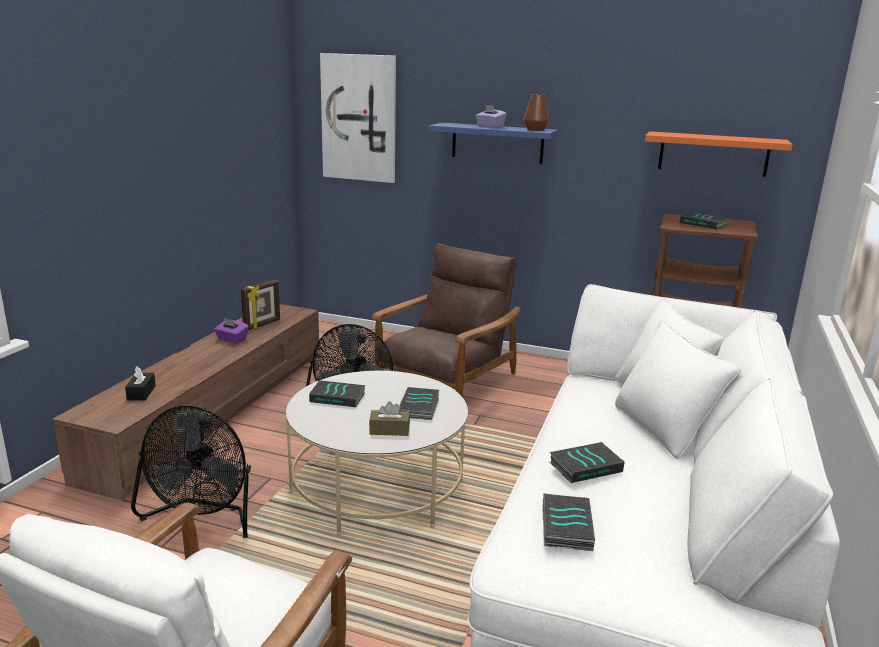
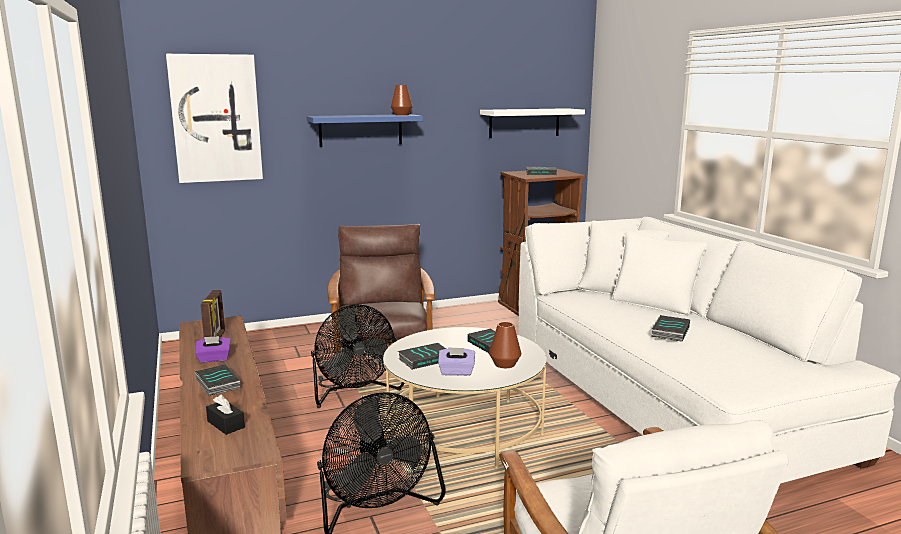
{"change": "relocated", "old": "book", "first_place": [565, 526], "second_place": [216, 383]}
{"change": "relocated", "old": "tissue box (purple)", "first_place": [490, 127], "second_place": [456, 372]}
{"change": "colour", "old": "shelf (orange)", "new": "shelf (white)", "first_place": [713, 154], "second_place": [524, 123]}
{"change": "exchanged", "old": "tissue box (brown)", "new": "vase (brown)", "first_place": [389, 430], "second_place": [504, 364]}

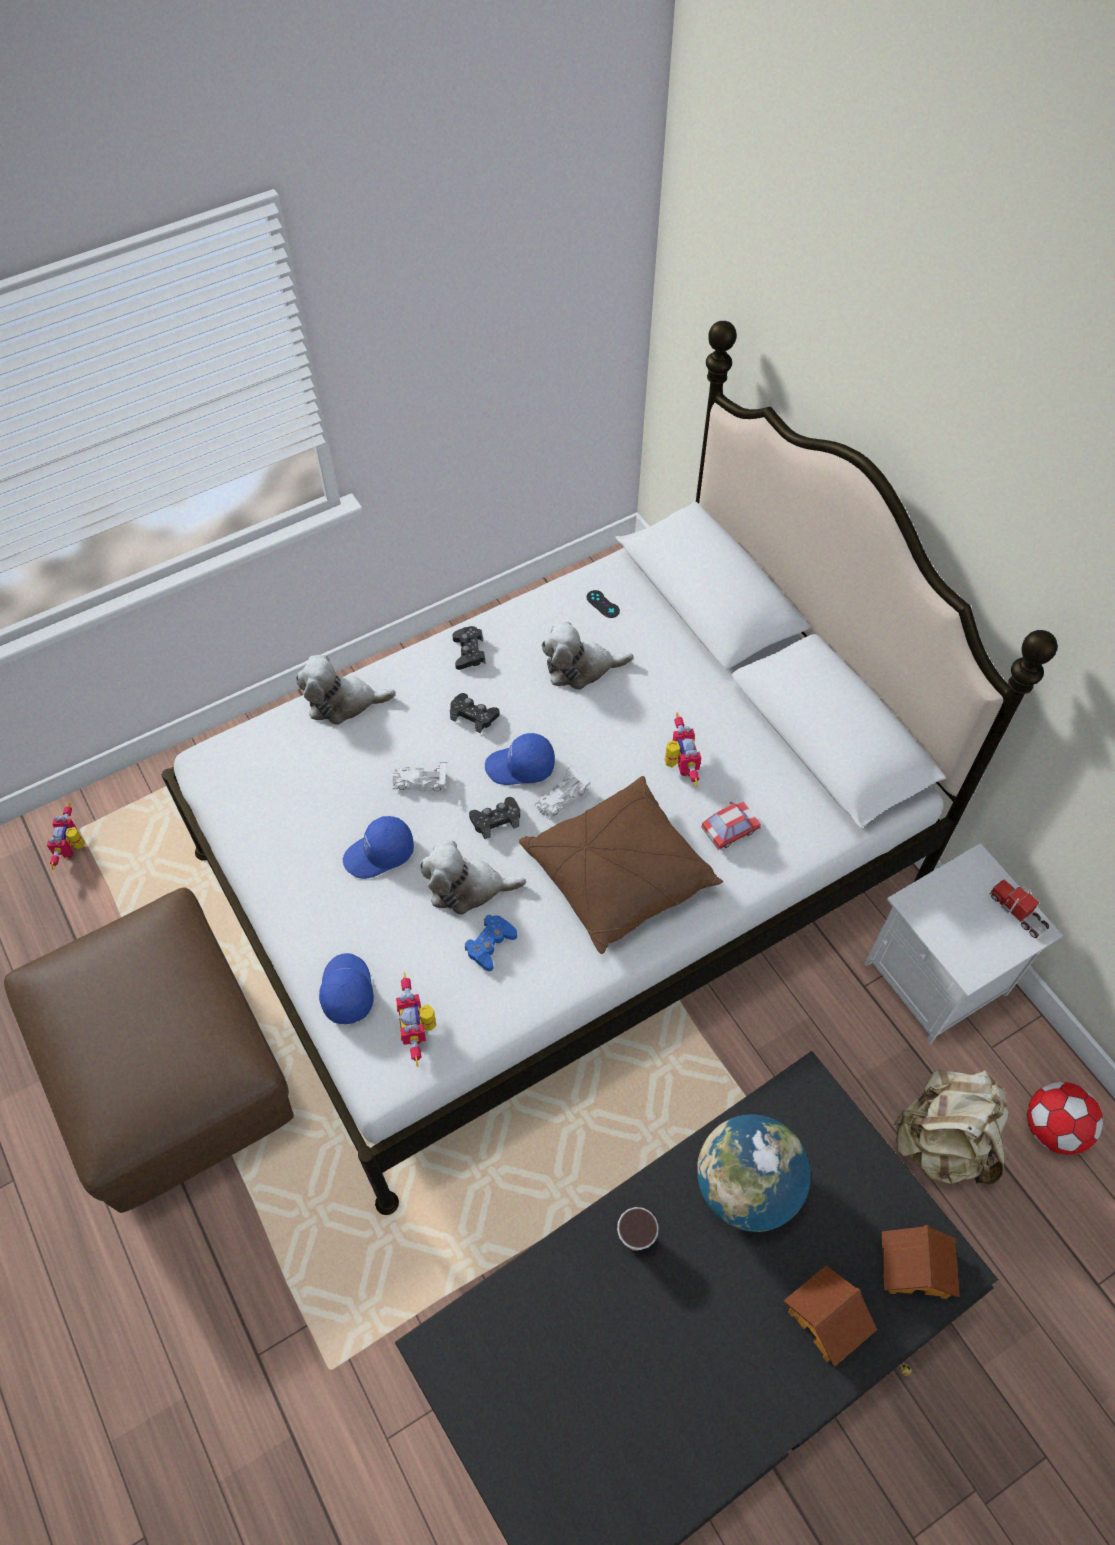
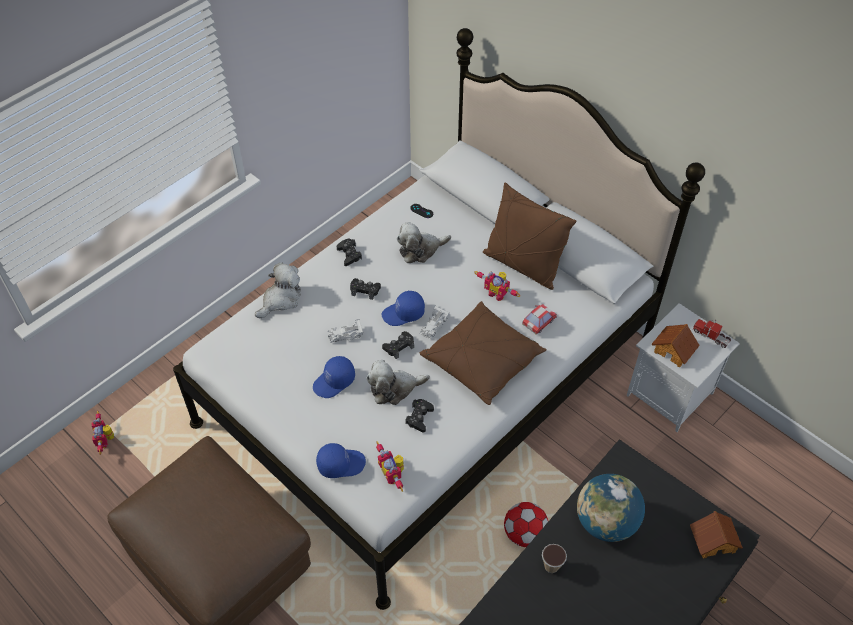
{"change": "spun", "old": "plush toy", "first_place": [343, 702], "second_place": [281, 299], "degrees": 150}
{"change": "spun", "old": "cap (blue)", "first_place": [346, 991], "second_place": [341, 463], "degrees": 105}
{"change": "colour", "old": "game controller (blue)", "new": "game controller (black)", "first_place": [490, 945], "second_place": [419, 417]}
{"change": "spun", "old": "toy robot", "first_place": [679, 766], "second_place": [497, 293], "degrees": 150}
{"change": "appeared", "new": "pillow (brown)", "second_place": [522, 265]}
{"change": "relocated", "old": "football", "first_place": [1053, 1128], "second_place": [524, 534]}
{"change": "relocated", "old": "toy house", "first_place": [828, 1318], "second_place": [674, 350]}
{"change": "missing", "old": "backpack (beige)", "first_place": [942, 1141]}

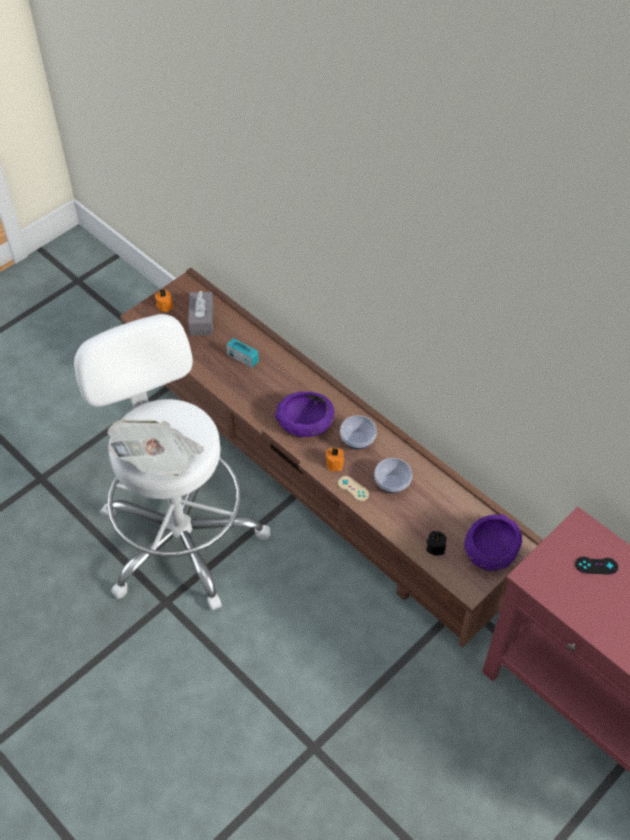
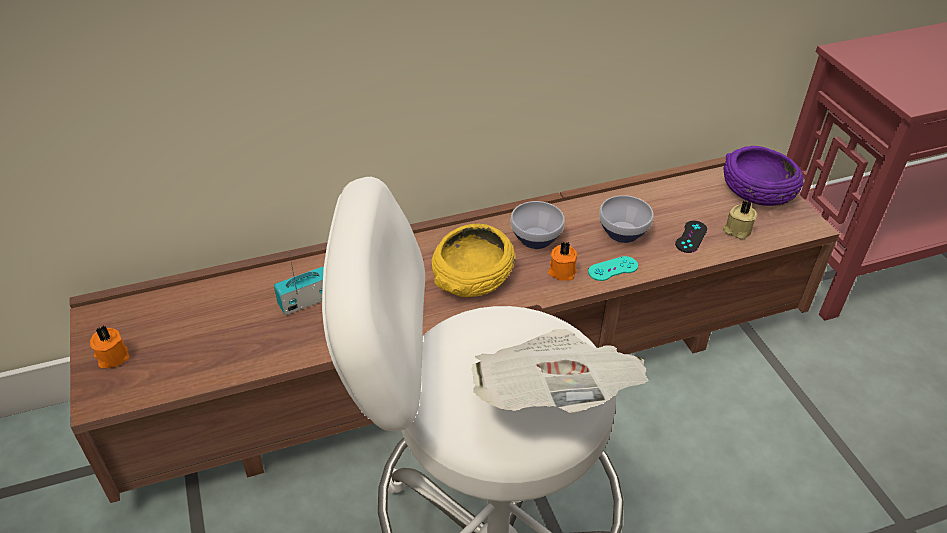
{"change": "colour", "old": "bowl (purple)", "new": "bowl (yellow)", "first_place": [305, 423], "second_place": [473, 276]}
{"change": "colour", "old": "game controller (beige)", "new": "game controller (turquoise)", "first_place": [353, 488], "second_place": [613, 269]}
{"change": "relocated", "old": "game controller (black)", "first_place": [596, 565], "second_place": [691, 237]}
{"change": "colour", "old": "candle (black)", "new": "candle (beige)", "first_place": [435, 547], "second_place": [737, 230]}
{"change": "missing", "old": "tissue box (grey)", "first_place": [201, 320]}

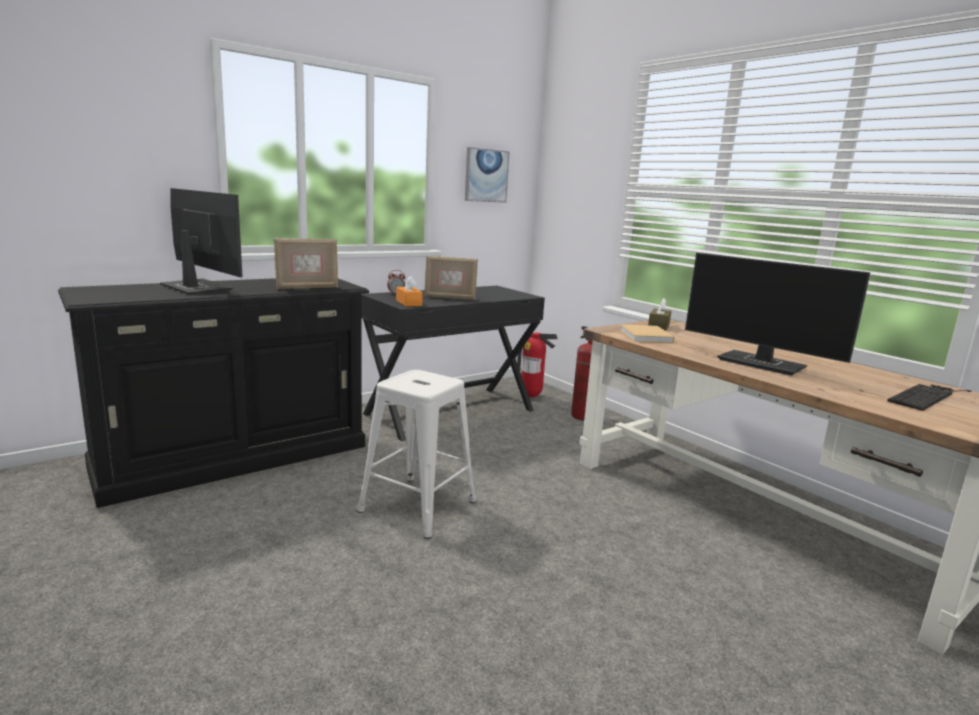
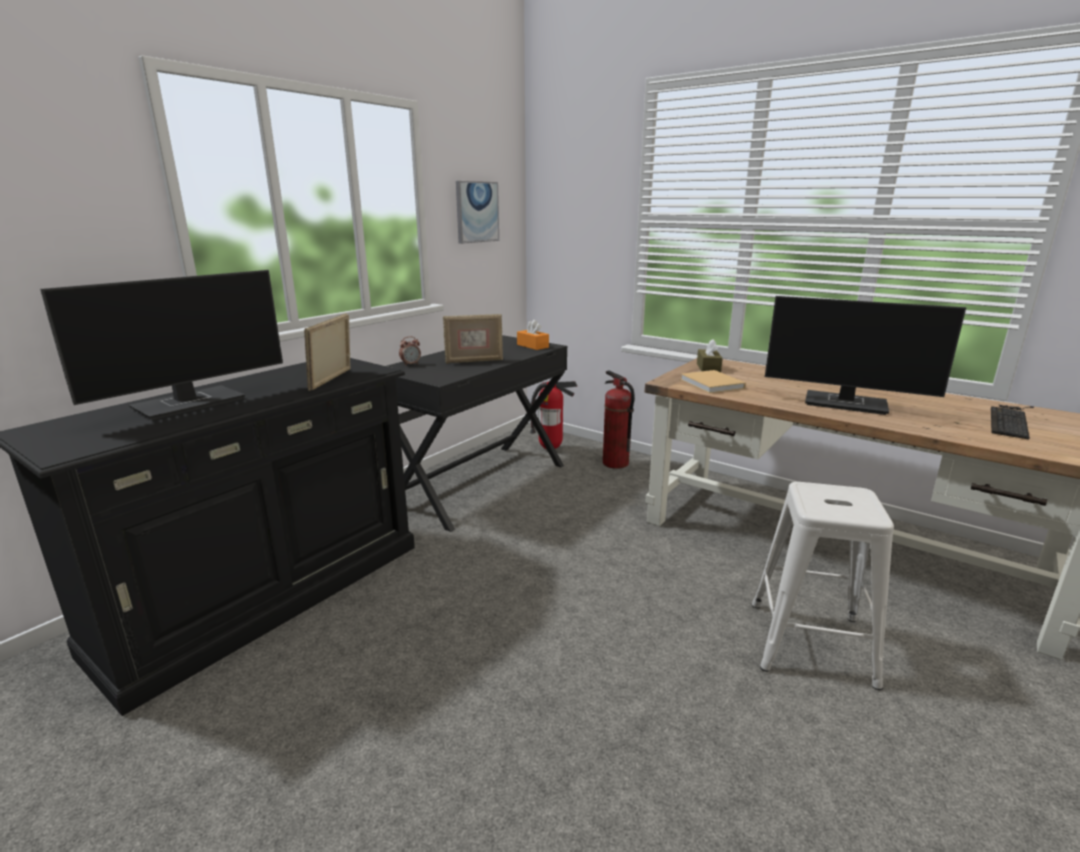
{"change": "spun", "old": "monitor", "first_place": [195, 288], "second_place": [191, 403], "degrees": 105}
{"change": "spun", "old": "picture frame", "first_place": [307, 288], "second_place": [332, 380], "degrees": 150}
{"change": "relocated", "old": "tissue box (orange)", "first_place": [409, 303], "second_place": [532, 346]}
{"change": "relocated", "old": "stool (white)", "first_place": [417, 506], "second_place": [810, 643]}

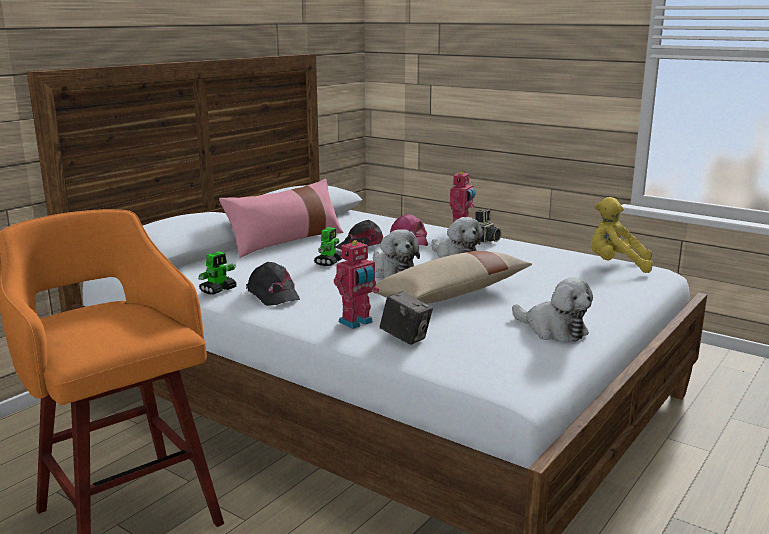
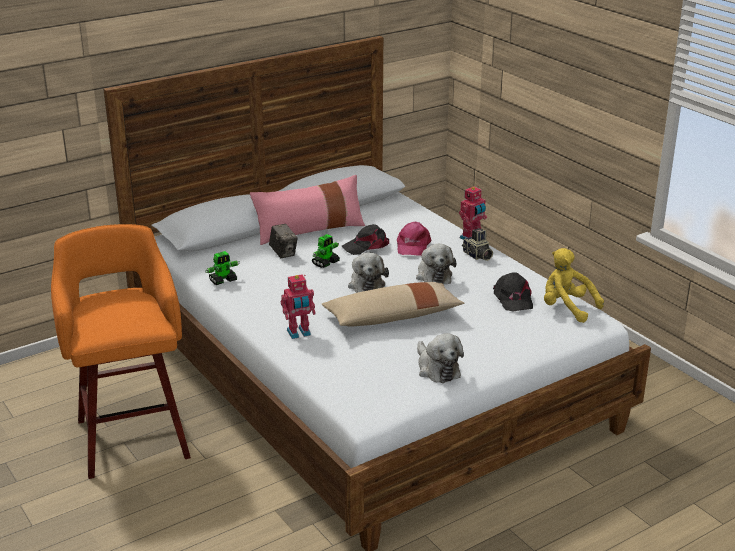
{"change": "relocated", "old": "photo camera", "first_place": [405, 338], "second_place": [283, 253]}
{"change": "relocated", "old": "cap (black)", "first_place": [273, 294], "second_place": [513, 298]}

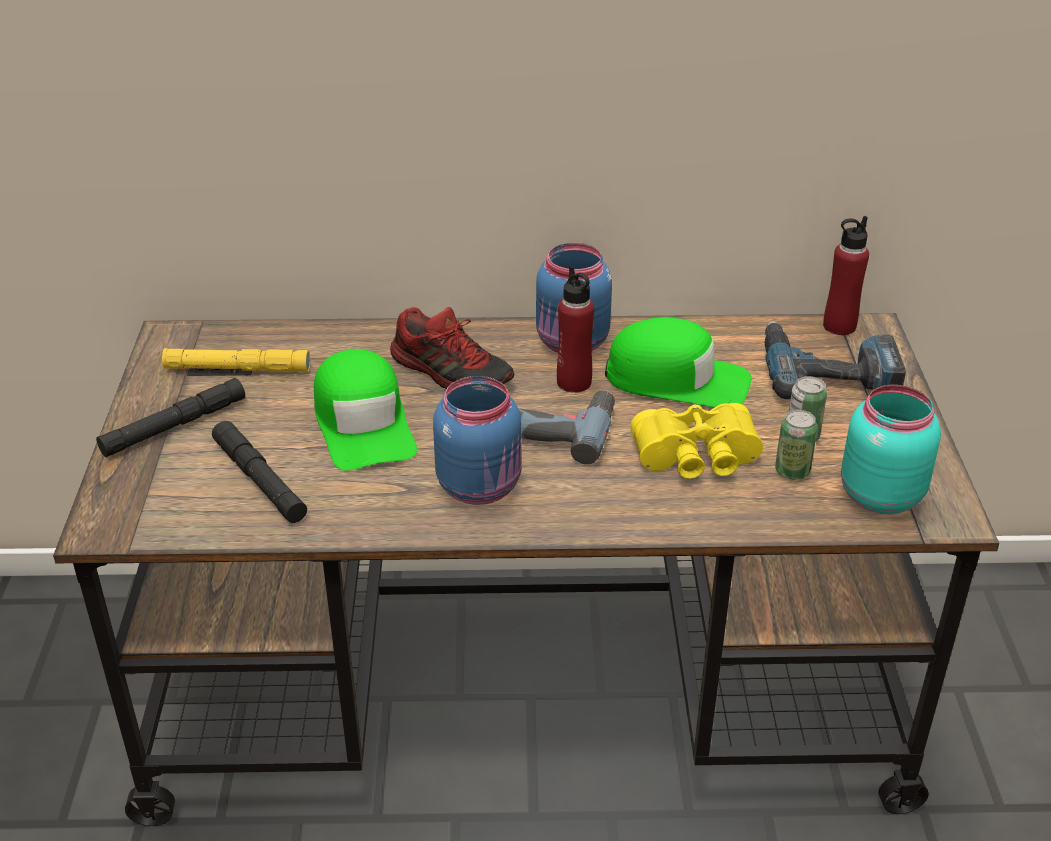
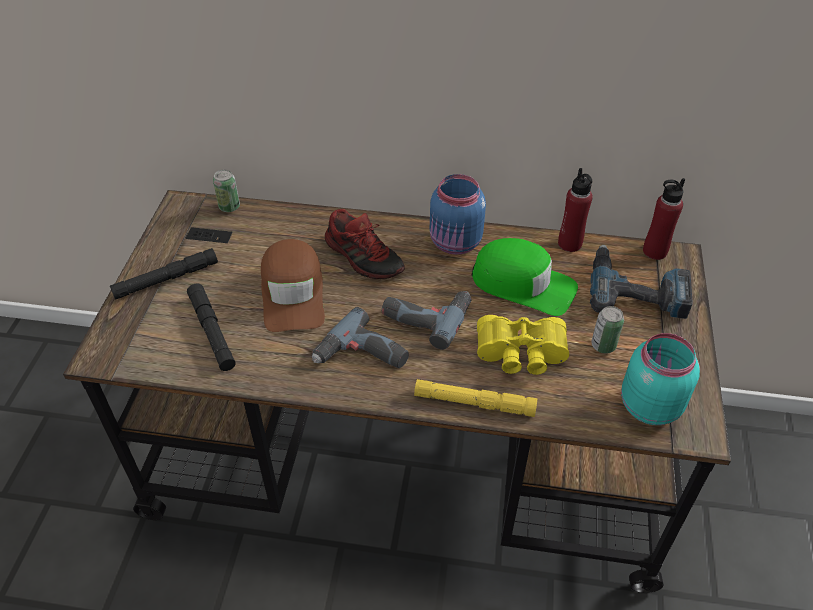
{"change": "relocated", "old": "can", "first_place": [792, 471], "second_place": [229, 207]}
{"change": "colour", "old": "cap (green)", "new": "cap (brown)", "first_place": [363, 423], "second_place": [293, 293]}
{"change": "exchanged", "old": "jar (blue)", "new": "power drill", "first_place": [481, 486], "second_place": [361, 357]}
{"change": "relocated", "old": "flashlight (yellow)", "first_place": [237, 369], "second_place": [474, 403]}
{"change": "relocated", "old": "bottle (red)", "first_place": [574, 382], "second_place": [570, 244]}

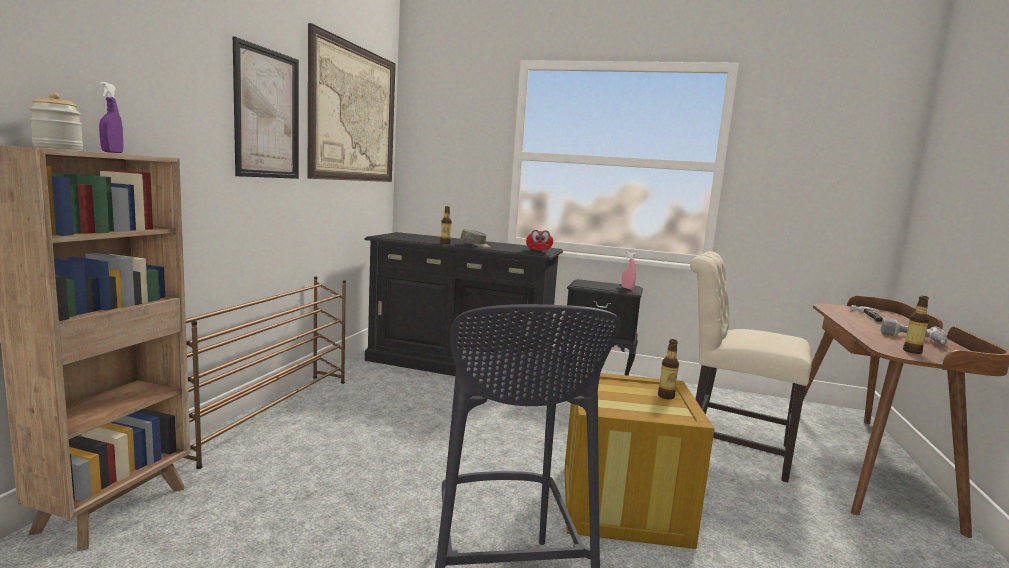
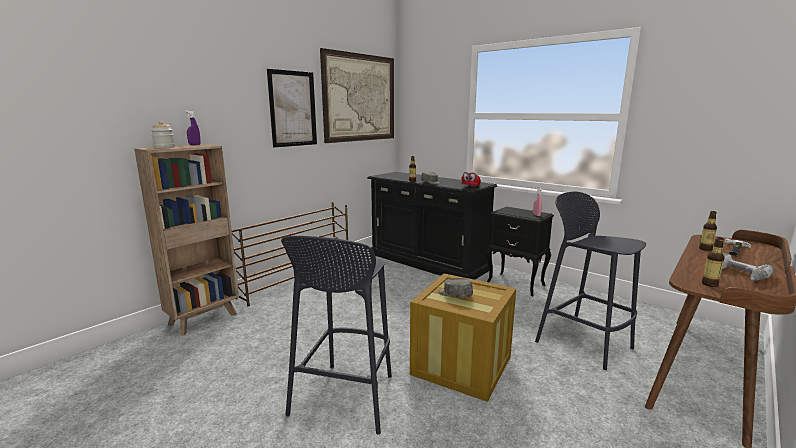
{"change": "appeared", "new": "cap (grey)", "second_place": [455, 294]}
{"change": "exchanged", "old": "chair (beige)", "new": "stool (grey)", "first_place": [729, 447], "second_place": [583, 342]}
{"change": "relocated", "old": "bottle", "first_place": [666, 396], "second_place": [705, 249]}

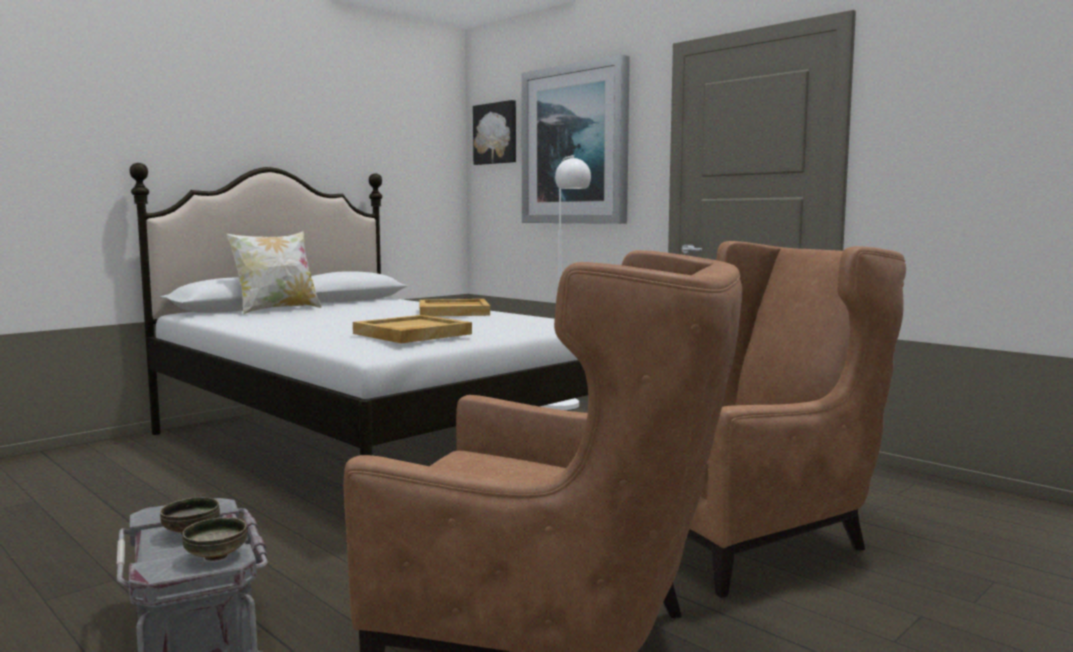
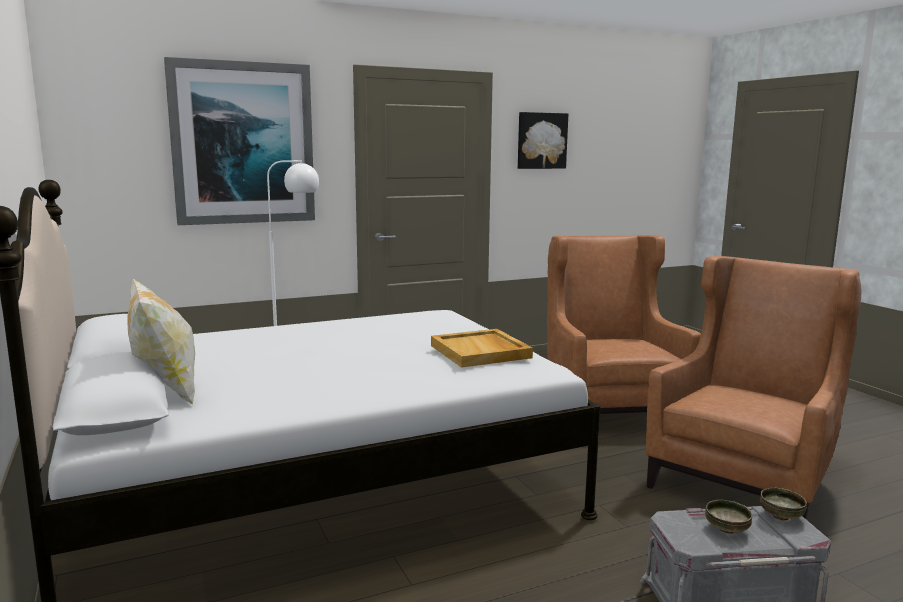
{"change": "relocated", "old": "picture", "first_place": [496, 133], "second_place": [541, 140]}
{"change": "missing", "old": "tray (beige)", "first_place": [454, 311]}

